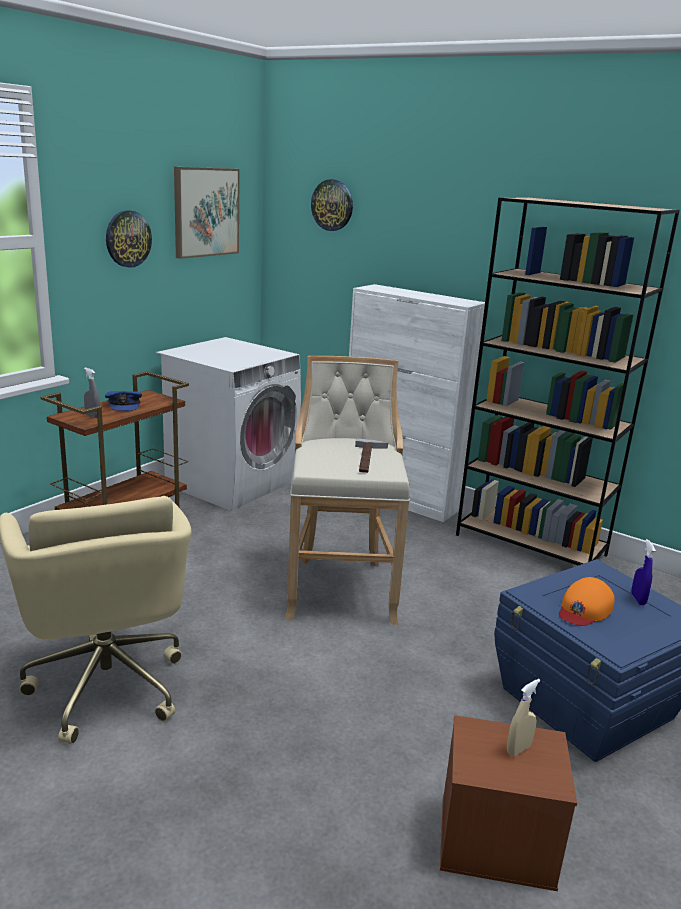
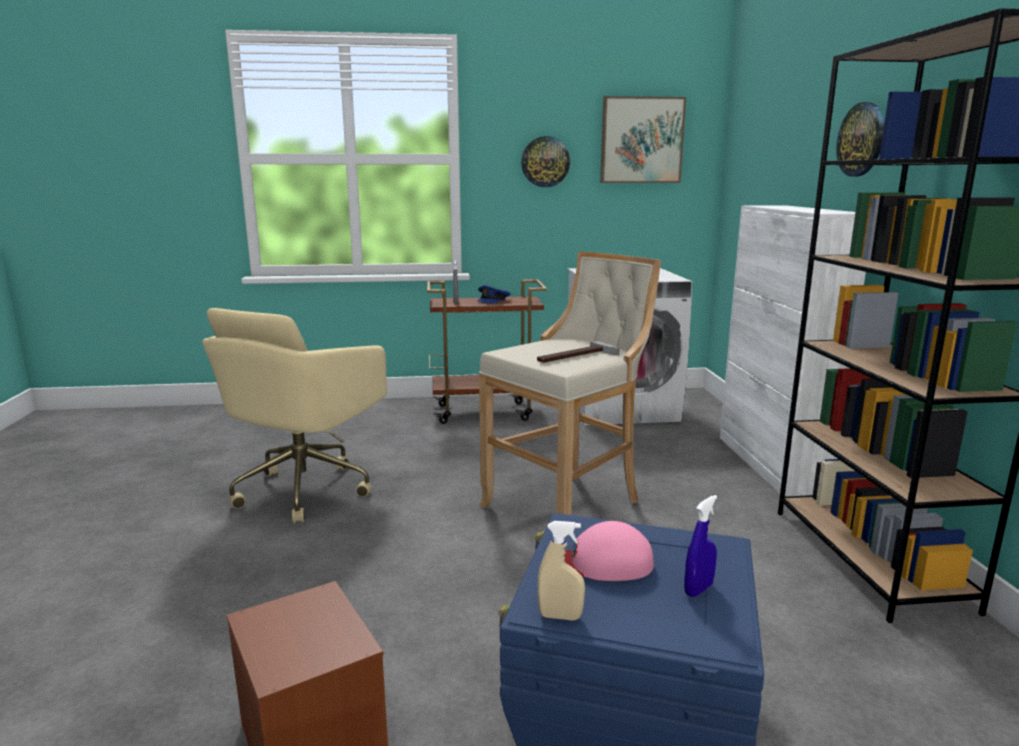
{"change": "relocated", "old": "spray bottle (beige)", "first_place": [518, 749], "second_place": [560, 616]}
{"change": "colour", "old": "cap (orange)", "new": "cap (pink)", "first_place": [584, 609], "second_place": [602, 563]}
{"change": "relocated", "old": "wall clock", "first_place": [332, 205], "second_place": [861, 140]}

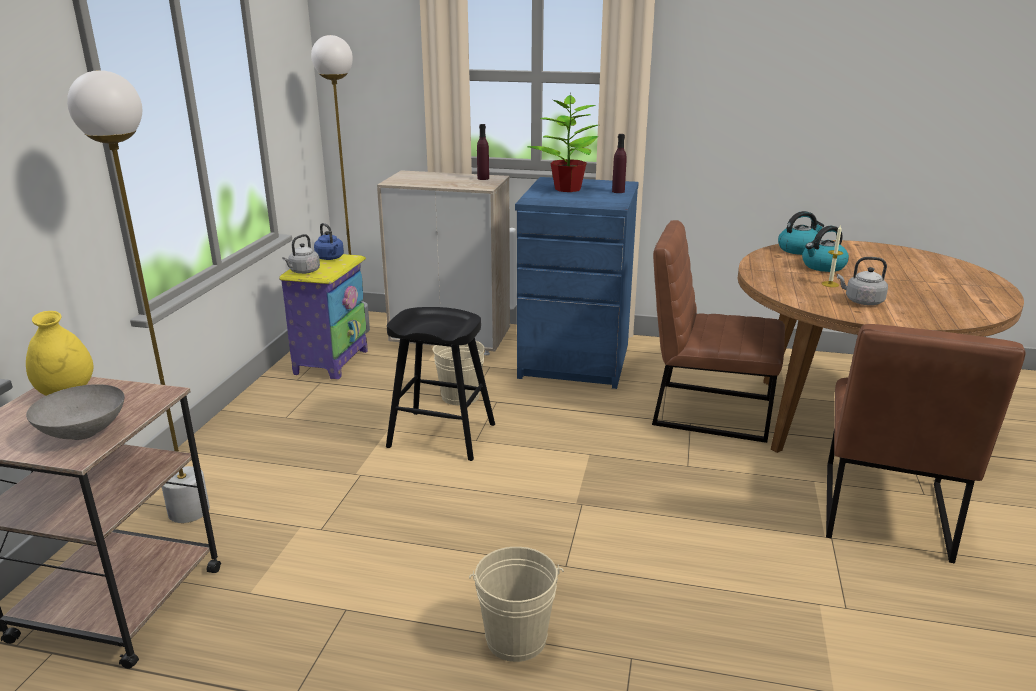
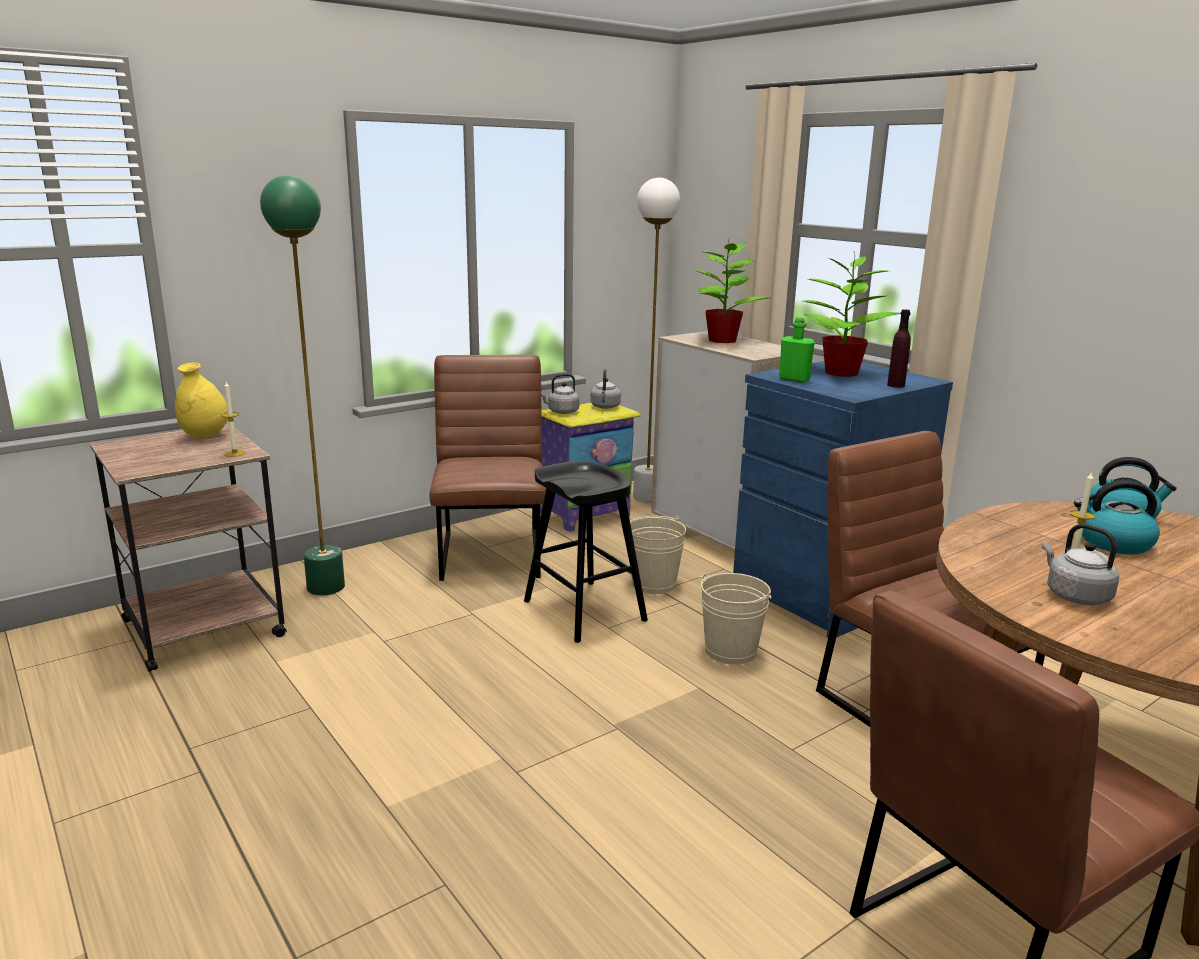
{"change": "appeared", "new": "candle", "second_place": [235, 453]}
{"change": "colour", "old": "floor lamp (white)", "new": "floor lamp (green)", "first_place": [189, 511], "second_place": [326, 587]}
{"change": "appeared", "new": "chair (brown)", "second_place": [492, 552]}
{"change": "colour", "old": "kettle (blue)", "new": "kettle (grey)", "first_place": [330, 258], "second_place": [605, 407]}
{"change": "appeared", "new": "potted plant", "second_place": [723, 340]}
{"change": "relocated", "old": "bucket (beige)", "first_place": [516, 638], "second_place": [730, 651]}
{"change": "appeared", "new": "bottle (green)", "second_place": [794, 379]}
{"change": "missing", "old": "bowl (grey)", "first_place": [82, 433]}
{"change": "missing", "old": "bottle (purple)", "first_place": [483, 178]}

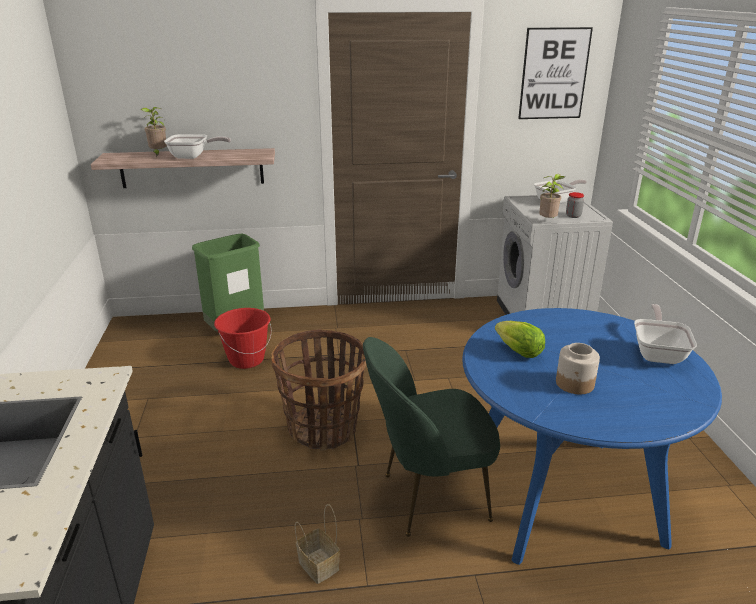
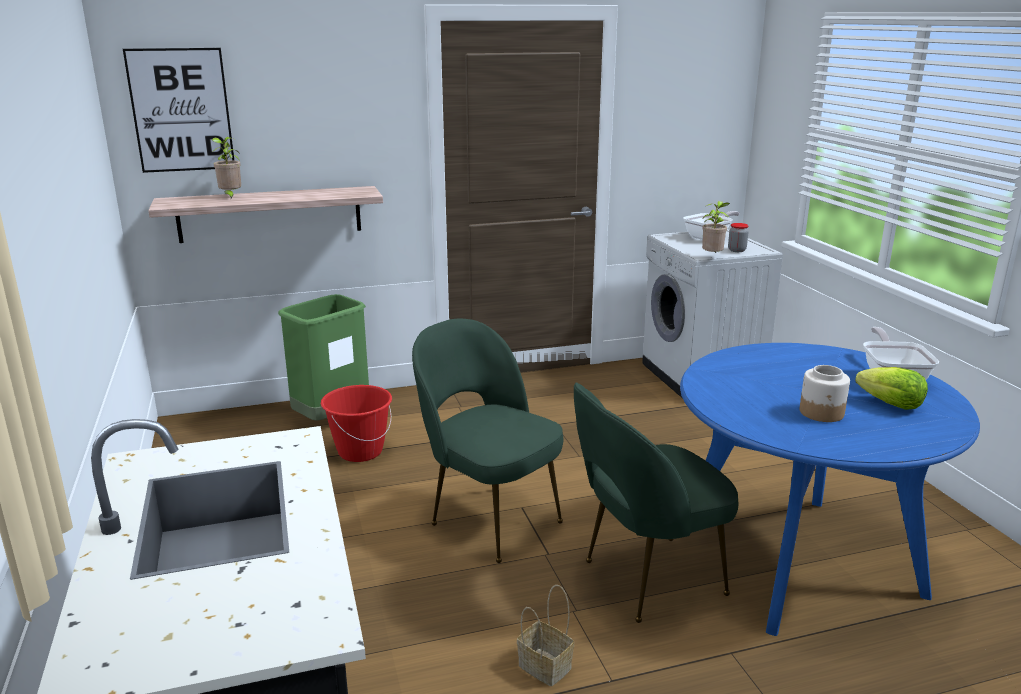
{"change": "relocated", "old": "picture", "first_place": [554, 74], "second_place": [181, 110]}
{"change": "exchanged", "old": "basket", "new": "chair (green)", "first_place": [323, 429], "second_place": [489, 519]}
{"change": "relocated", "old": "lettuce", "first_place": [519, 352], "second_place": [891, 405]}
{"change": "missing", "old": "frying pan", "first_place": [193, 157]}

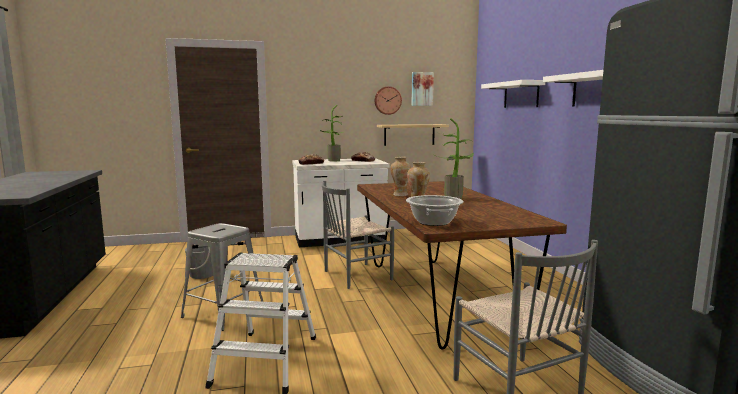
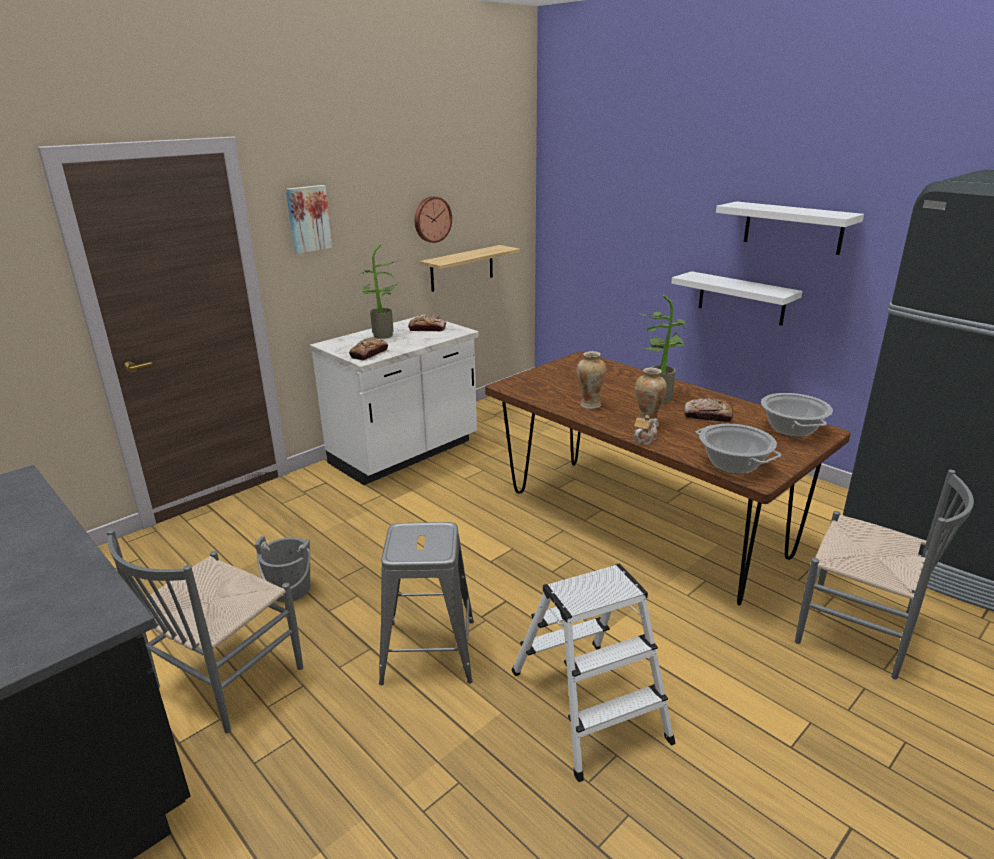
{"change": "relocated", "old": "chair (grey)", "first_place": [355, 276], "second_place": [224, 682]}
{"change": "relocated", "old": "picture", "first_place": [422, 89], "second_place": [308, 219]}
{"change": "appeared", "new": "teapot", "second_place": [644, 440]}
{"change": "relocated", "old": "shelf (white)", "first_place": [521, 95], "second_place": [741, 298]}
{"change": "appeared", "new": "bread", "second_place": [707, 416]}
{"change": "appeared", "new": "cooking pot", "second_place": [792, 429]}

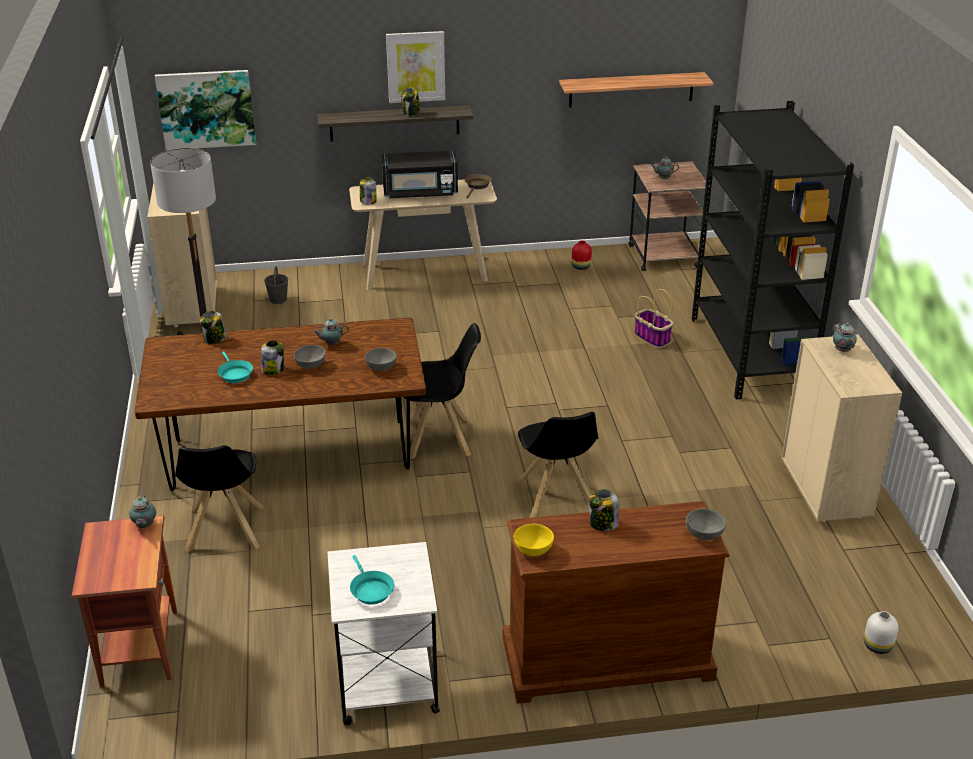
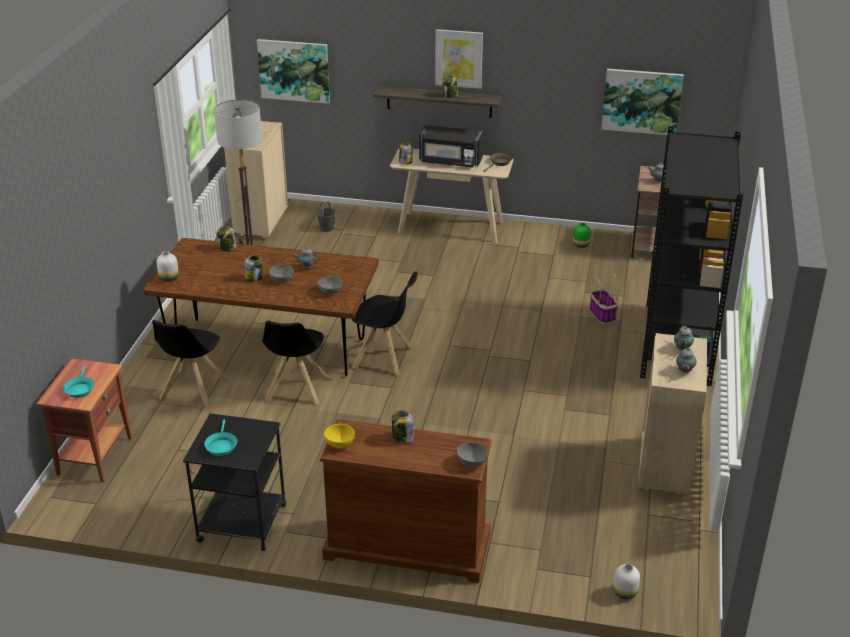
{"change": "relocated", "old": "frying pan (turquoise)", "first_place": [234, 374], "second_place": [80, 389]}
{"change": "appeared", "new": "vase (white)", "second_place": [168, 278]}
{"change": "colour", "old": "cart (white)", "new": "cart (black)", "first_place": [385, 684], "second_place": [241, 522]}
{"change": "relocated", "old": "chair (black)", "first_place": [556, 499], "second_place": [295, 389]}
{"change": "colour", "old": "vase (red)", "new": "vase (green)", "first_place": [580, 267], "second_place": [580, 245]}
{"change": "exchanged", "old": "shelf", "new": "picture", "first_place": [631, 89], "second_place": [641, 101]}
{"change": "relocated", "old": "teapot", "first_place": [144, 526], "second_place": [684, 371]}

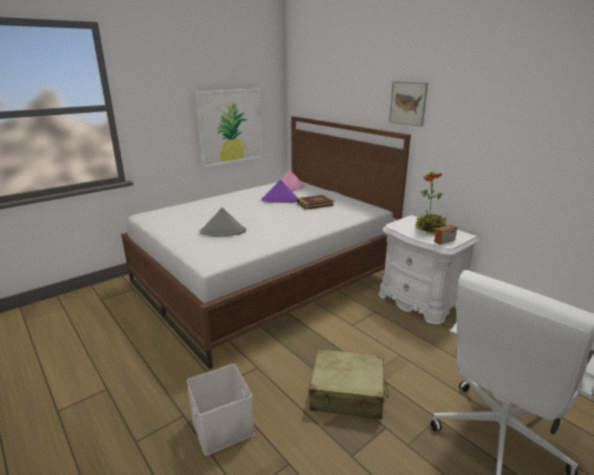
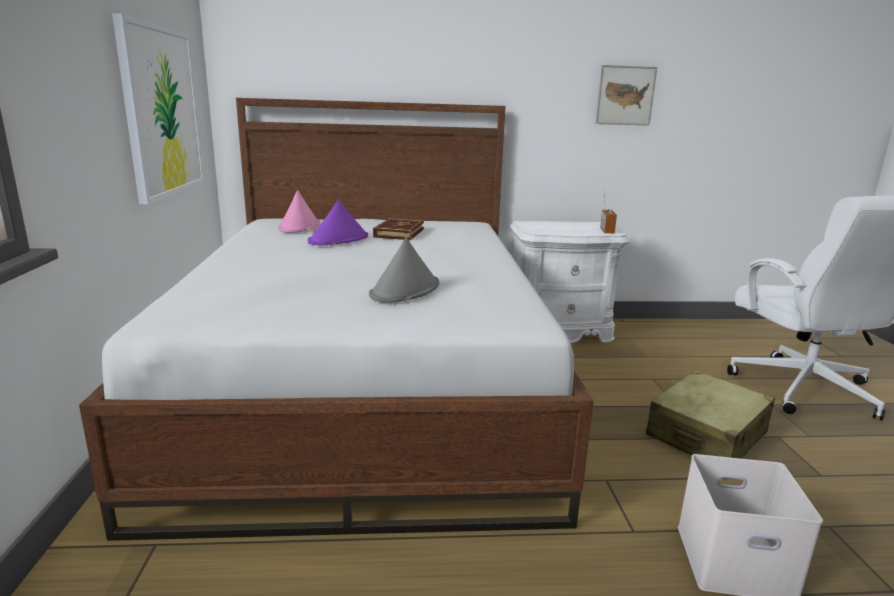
{"change": "relocated", "old": "picture", "first_place": [408, 103], "second_place": [625, 95]}
{"change": "missing", "old": "potted plant", "first_place": [430, 230]}

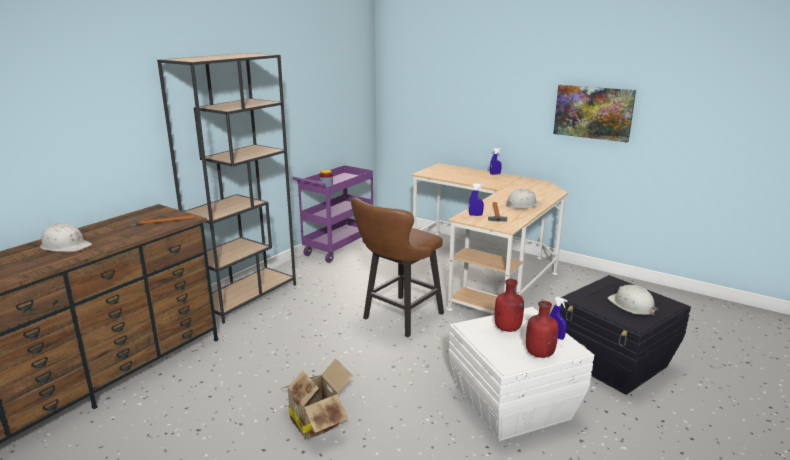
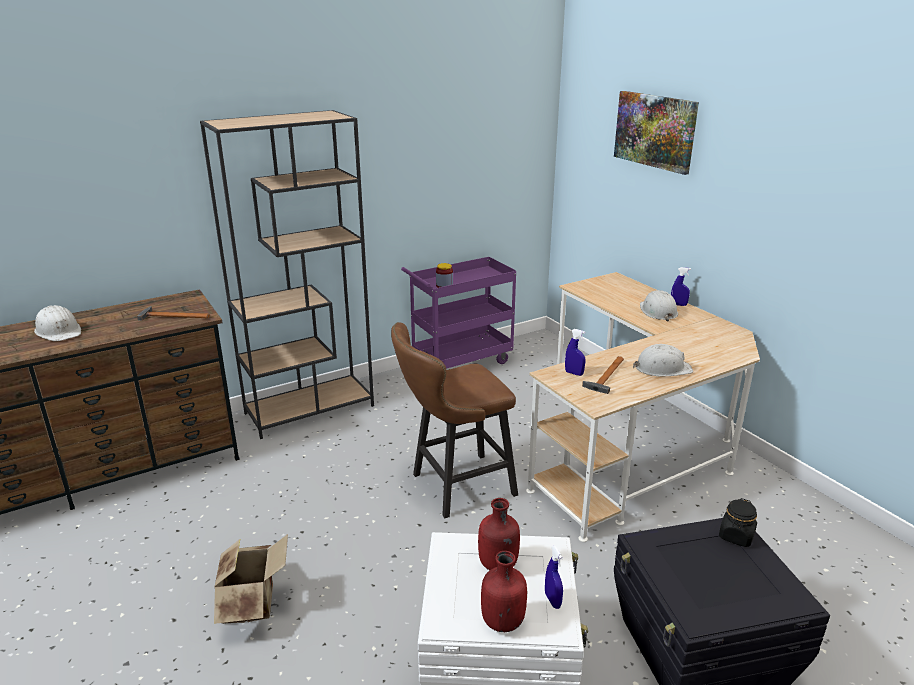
{"change": "relocated", "old": "picture", "first_place": [593, 112], "second_place": [655, 131]}
{"change": "relocated", "old": "hard hat (white)", "first_place": [631, 305], "second_place": [658, 311]}
{"change": "appeared", "new": "jar (black)", "second_place": [736, 536]}

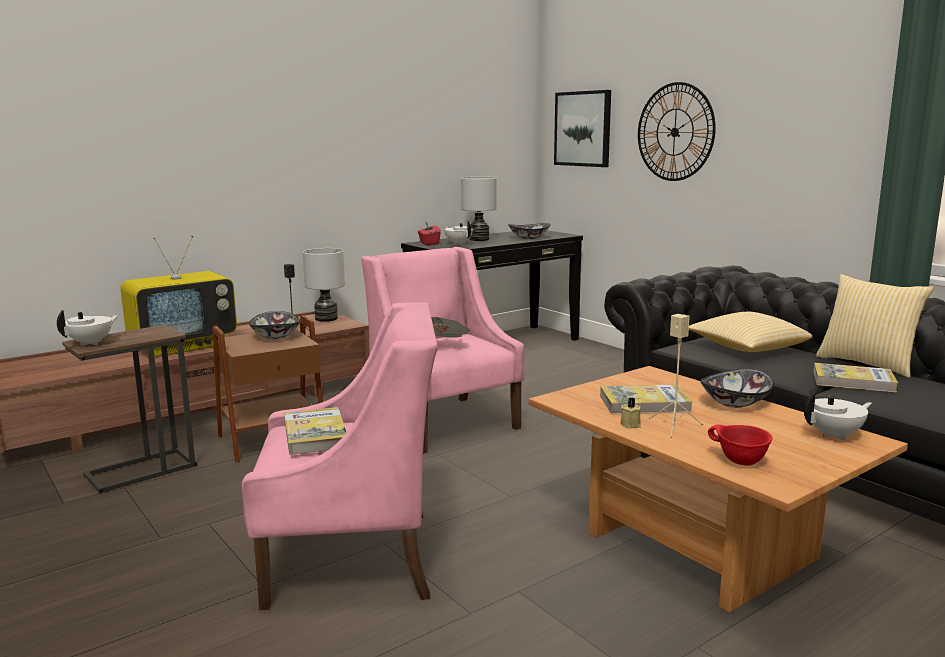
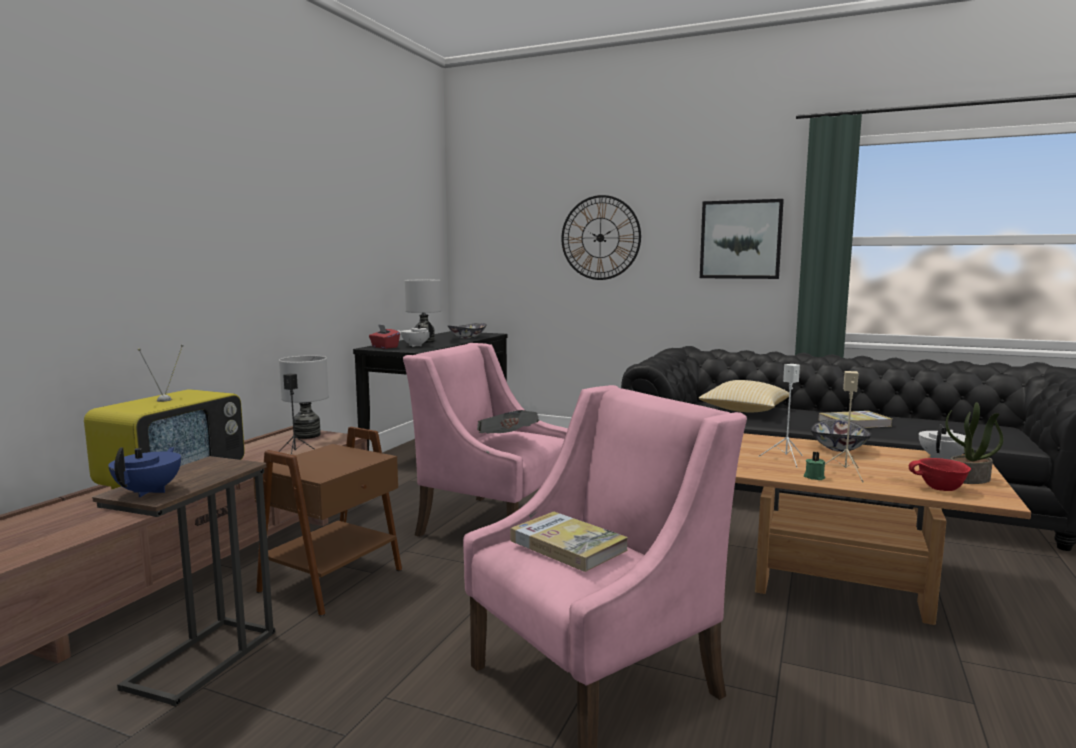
{"change": "colour", "old": "teapot (white)", "new": "teapot (blue)", "first_place": [91, 343], "second_place": [150, 491]}
{"change": "relocated", "old": "picture", "first_place": [583, 129], "second_place": [740, 239]}
{"change": "exchanged", "old": "book", "new": "speaker (white)", "first_place": [644, 404], "second_place": [786, 460]}
{"change": "colour", "old": "candle (beige)", "new": "candle (green)", "first_place": [631, 424], "second_place": [814, 477]}
{"change": "appeared", "new": "potted plant", "second_place": [969, 480]}
{"change": "missing", "old": "bowl", "first_place": [276, 336]}
{"change": "missing", "old": "pillow", "first_place": [868, 364]}

